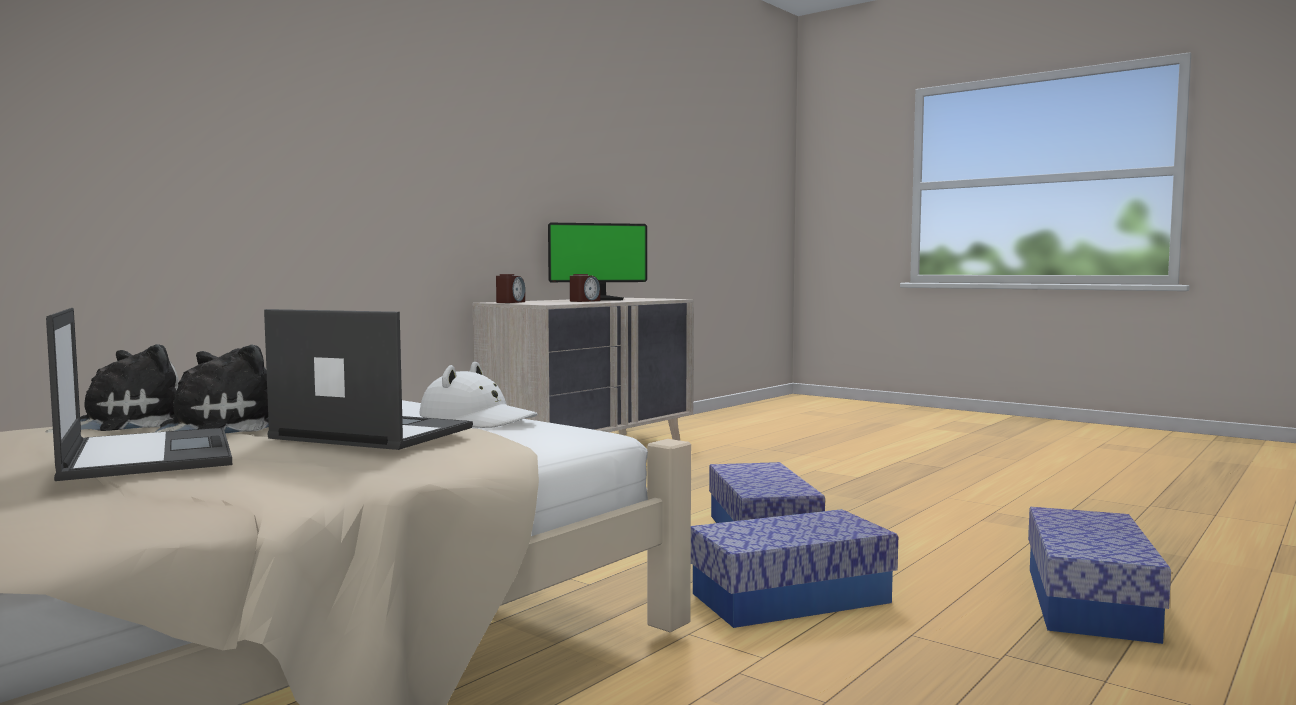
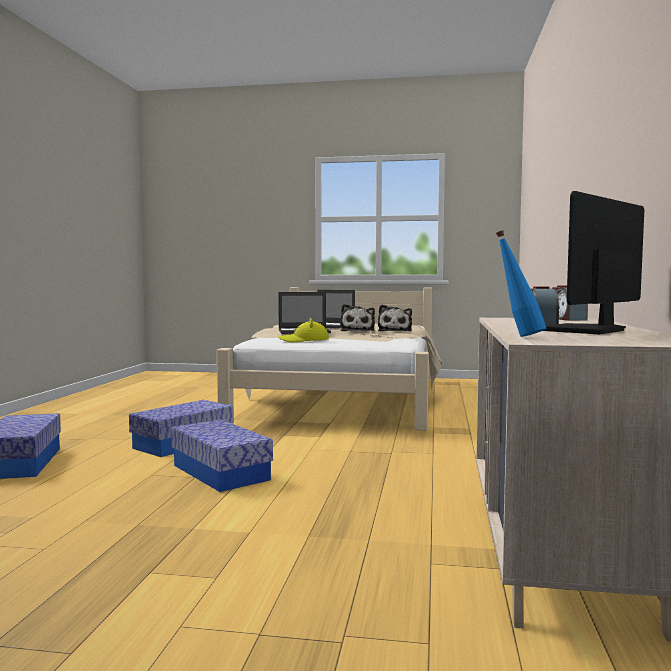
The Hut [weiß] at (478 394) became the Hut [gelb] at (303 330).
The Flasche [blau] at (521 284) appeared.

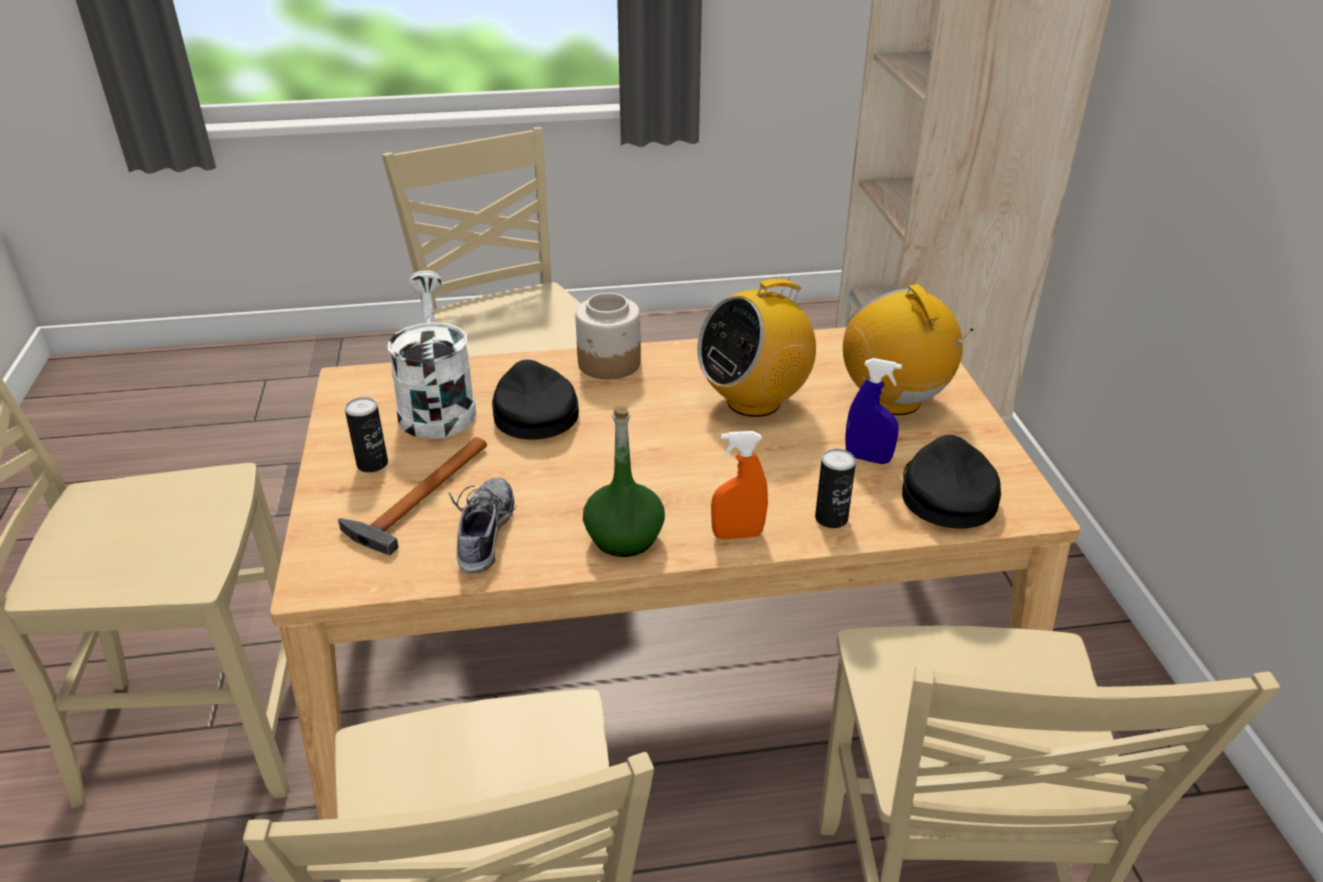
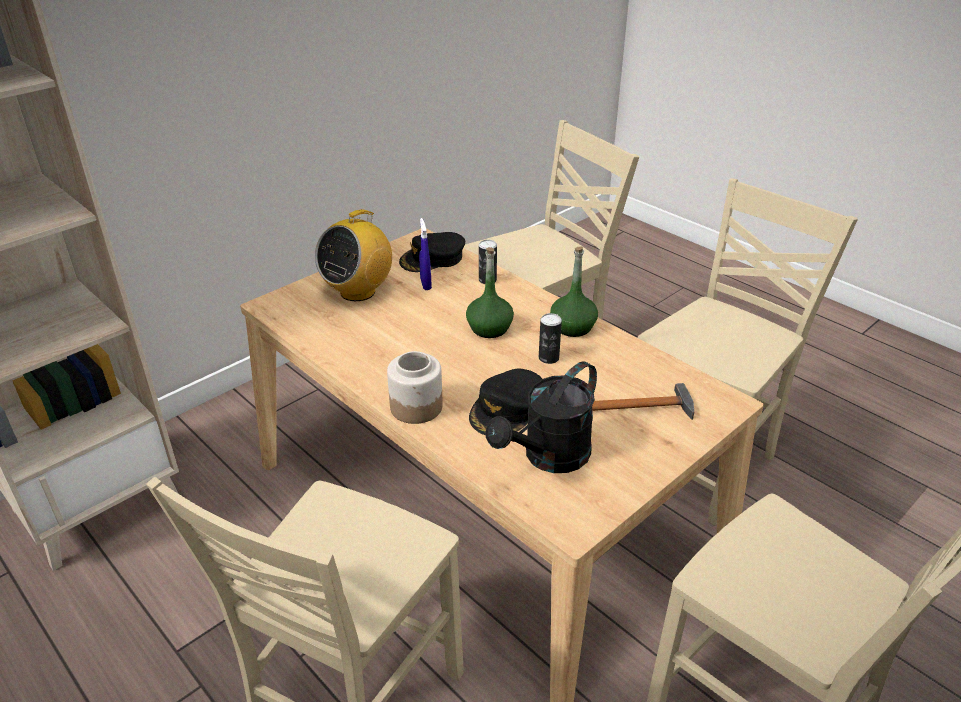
The Gießkanne [weiß] at (431 354) became the Gießkanne [schwarz] at (541 417).
The Radio at (756 347) disappeared.
The Dose moved from (366 434) to (550 338).
The Sprühflasche [orange] at (739 485) disappeared.
The Schuh at (482 525) disappeared.
The Flasche [grün] at (490 292) appeared.

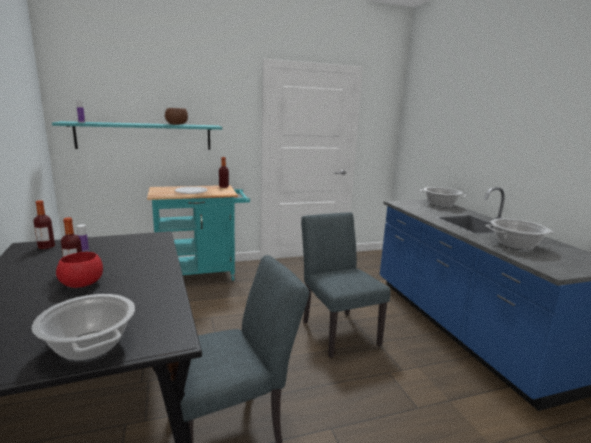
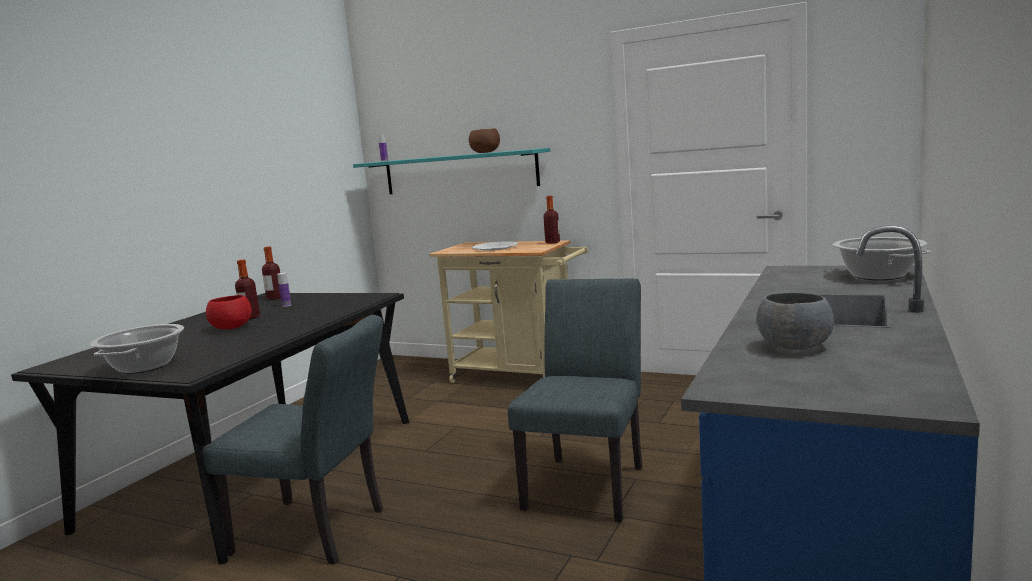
The Rollwagen [türkis] at (198 233) became the Rollwagen [beige] at (508 311).
The Kochtopf at (520 234) was replaced by the Schüssel [grau] at (795 321).

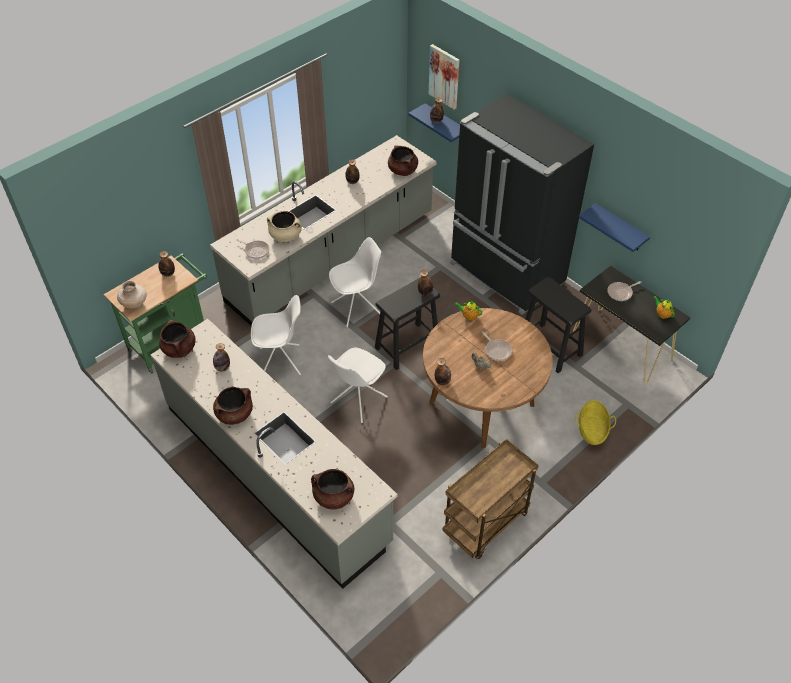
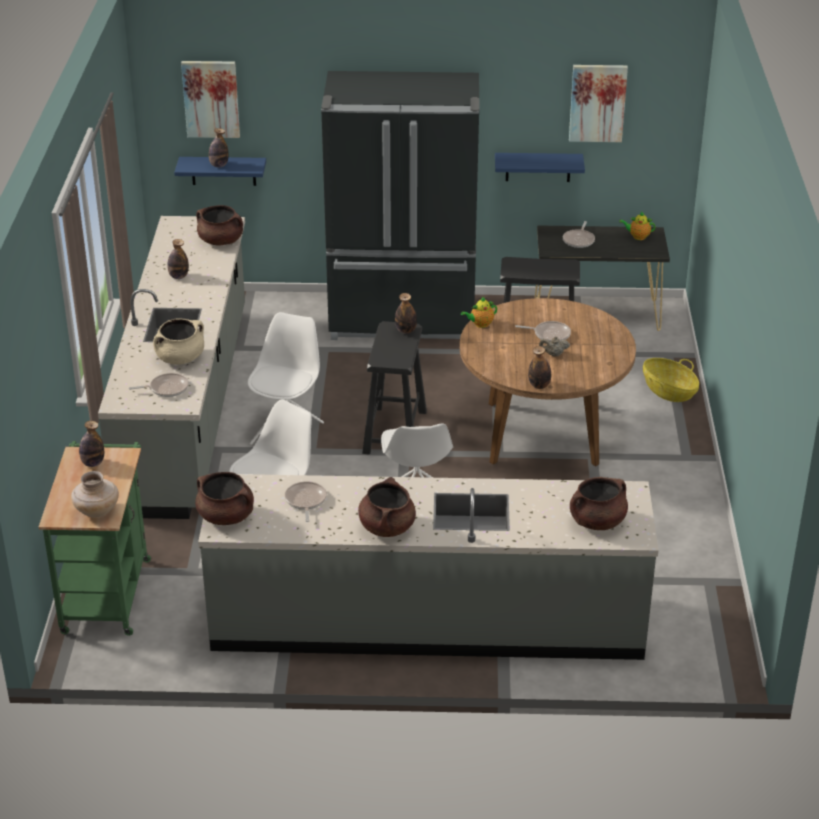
The Flasche at (221 357) was replaced by the Pfanne at (306 501).
The Rollwagen [braun] at (490 499) disappeared.
The Bild at (598 103) appeared.

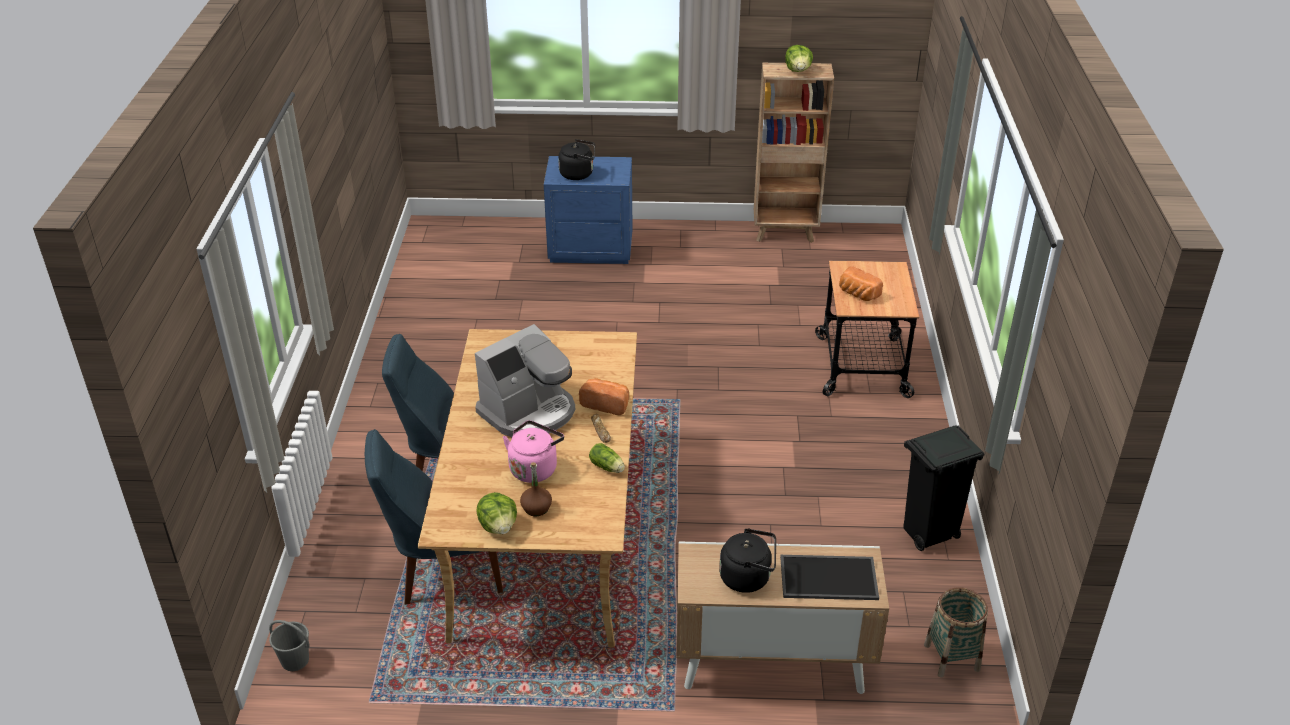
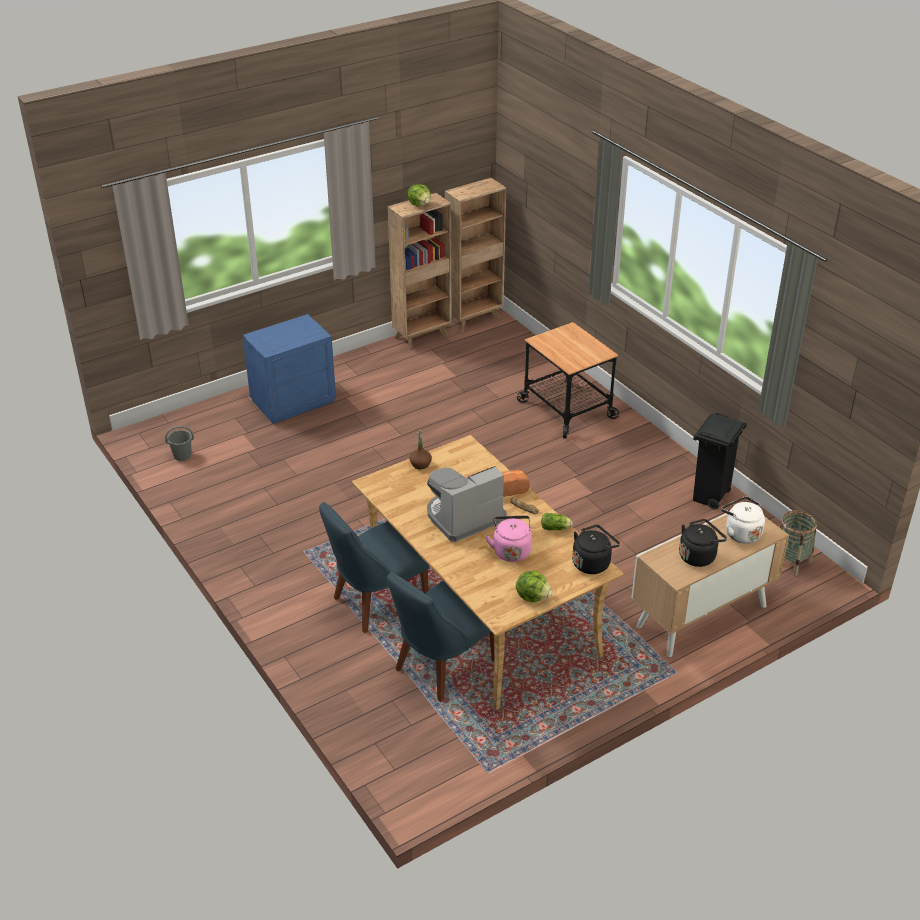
The Wasserkessel [schwarz] moved from (576 159) to (596 549).
The Brot at (861 283) disappeared.
The Kaffeemaschine at (525 380) turned 135 degrees counterclockwise.
The Flasche [braun] moved from (536 489) to (421 449).
The Tablett at (829 577) was replaced by the Wasserkessel [weiß] at (743 520).
The Eimer [grau] moved from (289 645) to (179 443).
The Bücherregal [braun] at (475 255) appeared.

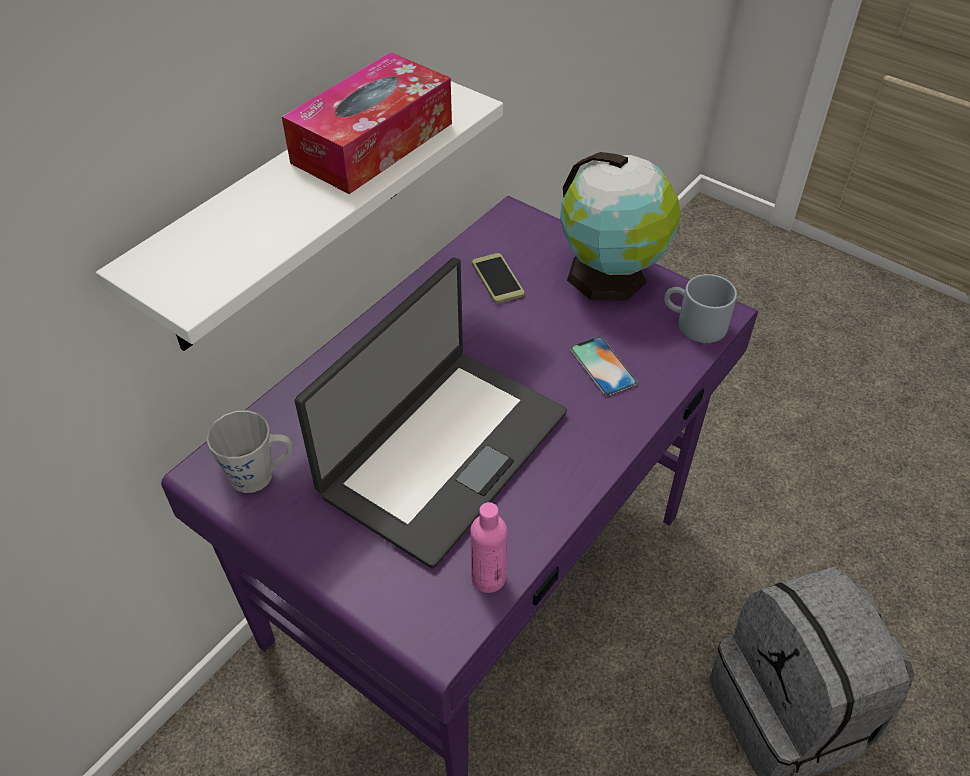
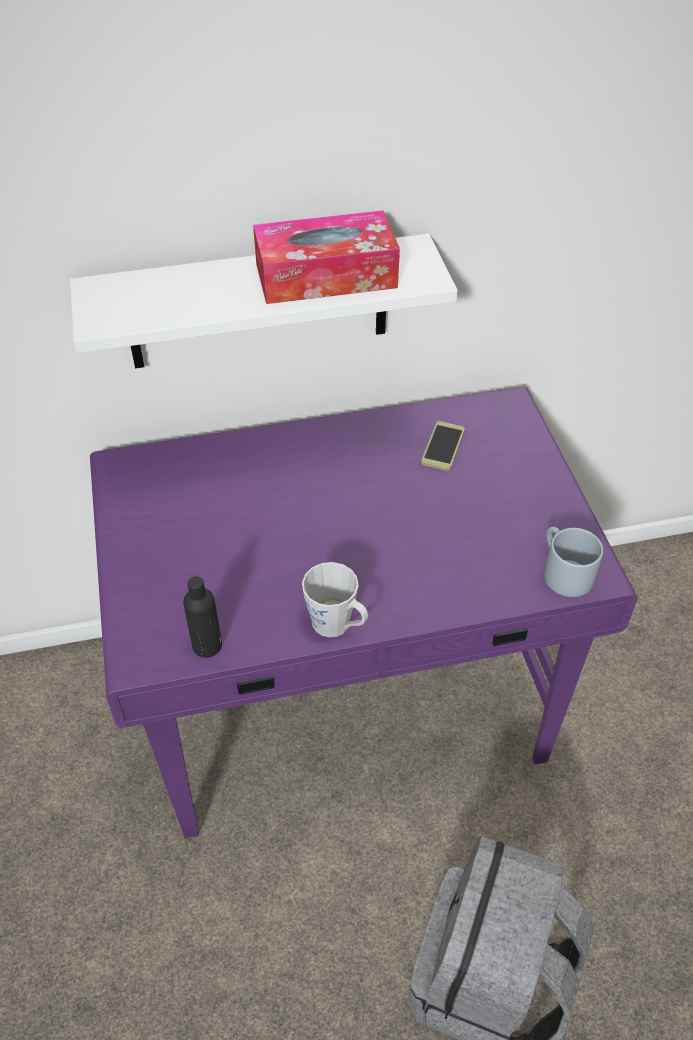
The Globus at (620 226) disappeared.
The Laptop at (430 413) disappeared.
The Handy at (604 366) disappeared.
The Henkelbecher [grau] moved from (249 451) to (335 599).
The Flasche [rosa] at (488 547) became the Flasche [schwarz] at (202 617).

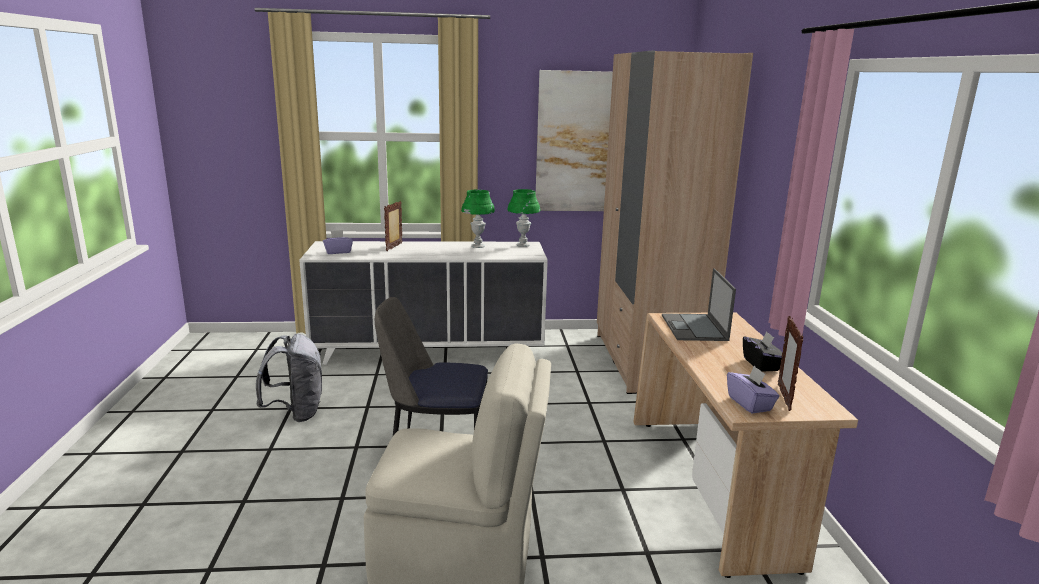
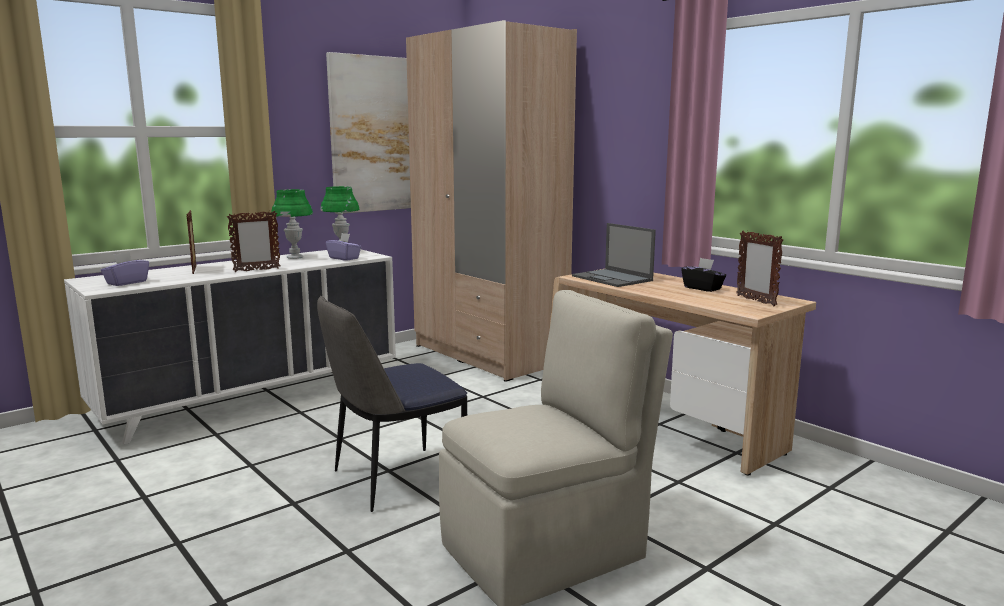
The Rucksack [grau] at (289 378) disappeared.
The Taschentuchbox [lila] moved from (753 390) to (343 247).
The Bilderrahmen at (254 241) appeared.

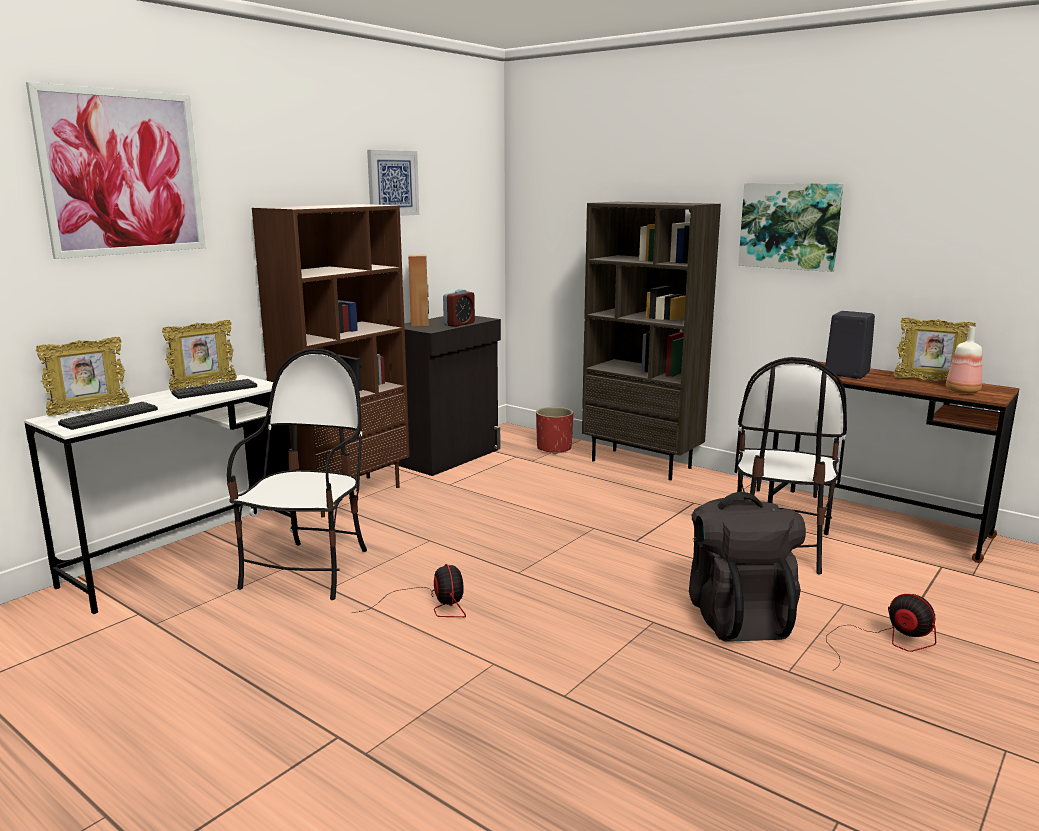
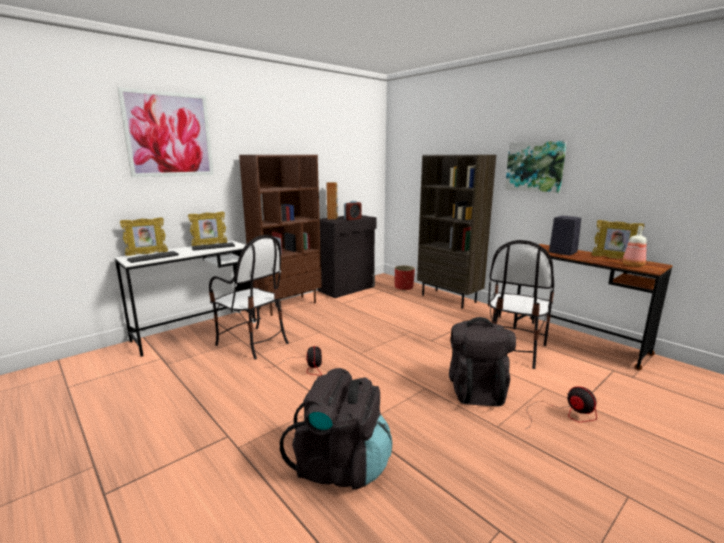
The Bild at (393 183) disappeared.
The Stuhl at (297 474) turned 105 degrees clockwise.
The Rucksack [schwarz] at (336 428) appeared.

